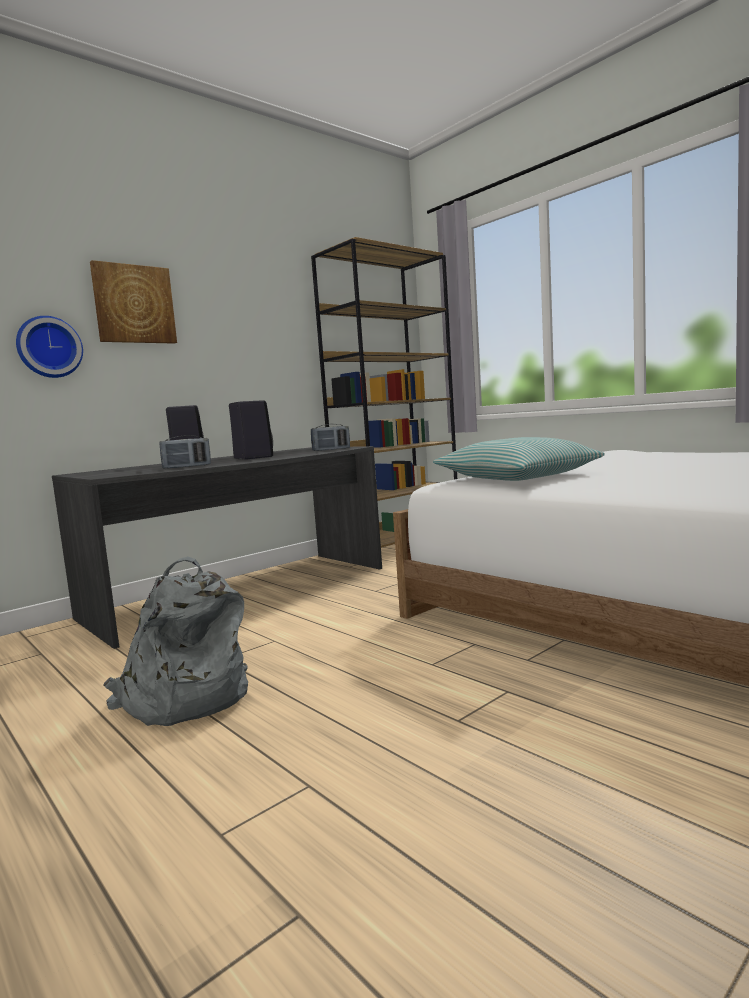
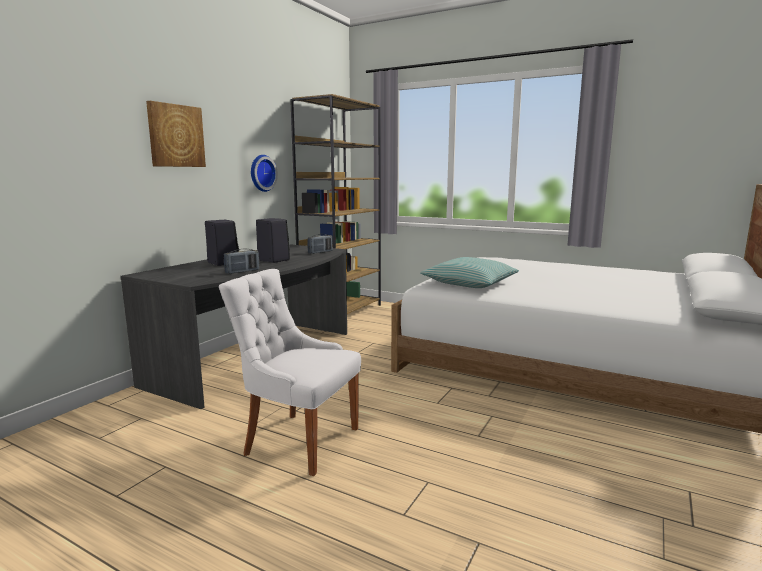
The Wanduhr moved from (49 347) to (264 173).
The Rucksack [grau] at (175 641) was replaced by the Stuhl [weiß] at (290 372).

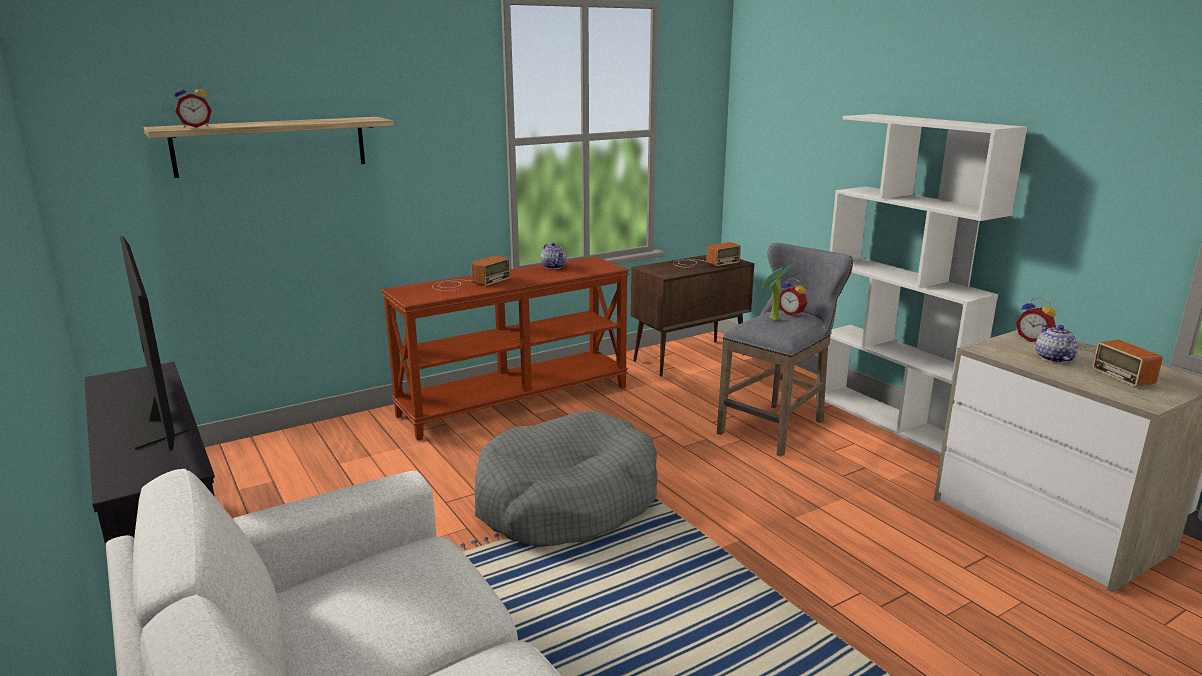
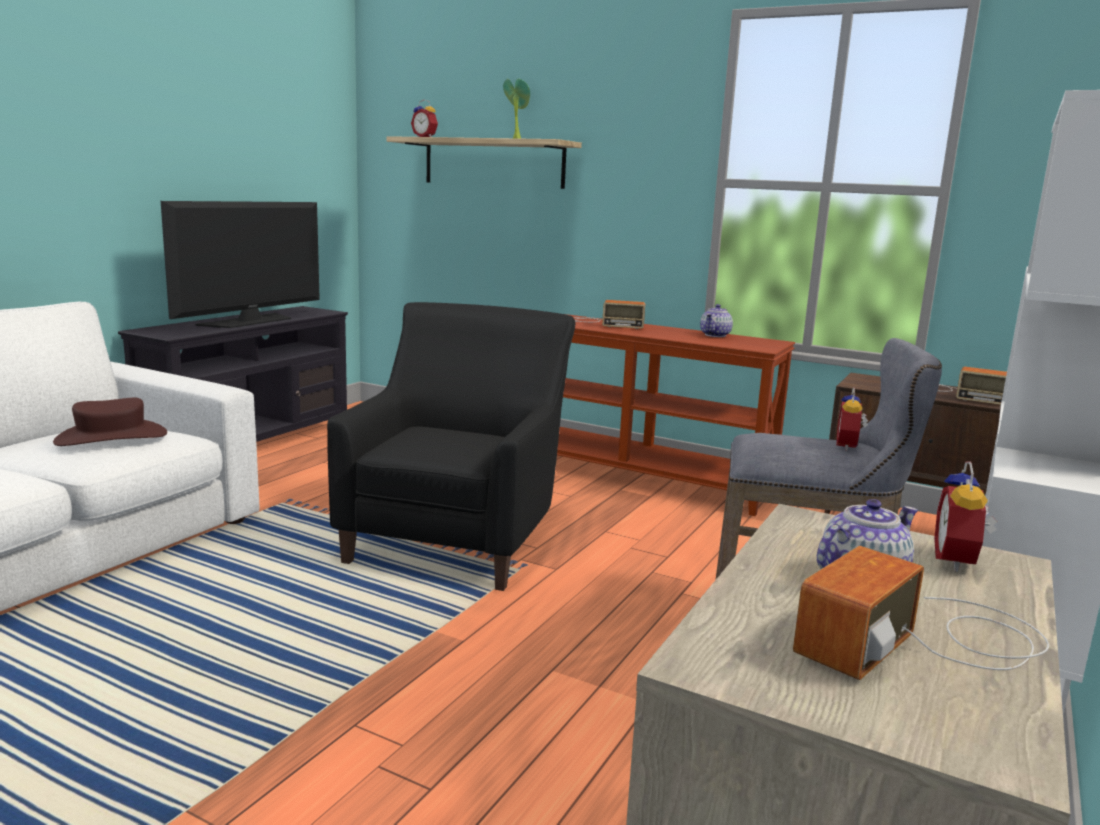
The Topfpflanze moved from (776 292) to (516 109).
The Hundebett [grau] at (566 479) was replaced by the Sessel [schwarz] at (451 446).
The Hut [braun] at (110 422) appeared.

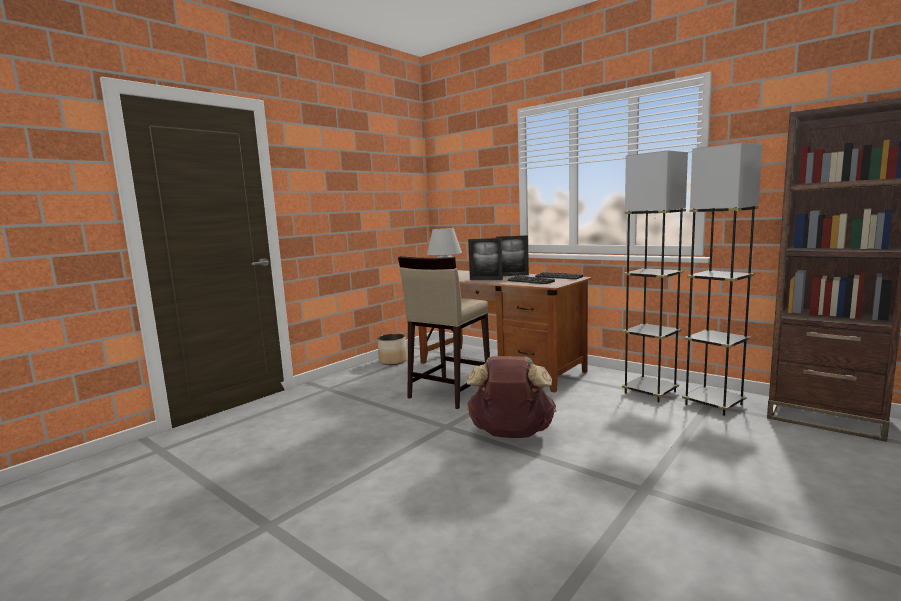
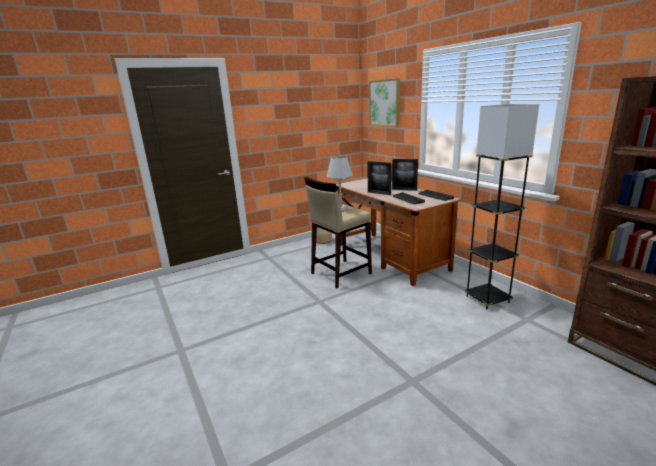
The Stehlampe [grau] at (722 279) disappeared.
The Rucksack [braun] at (511 397) disappeared.
The Bild at (384 102) appeared.

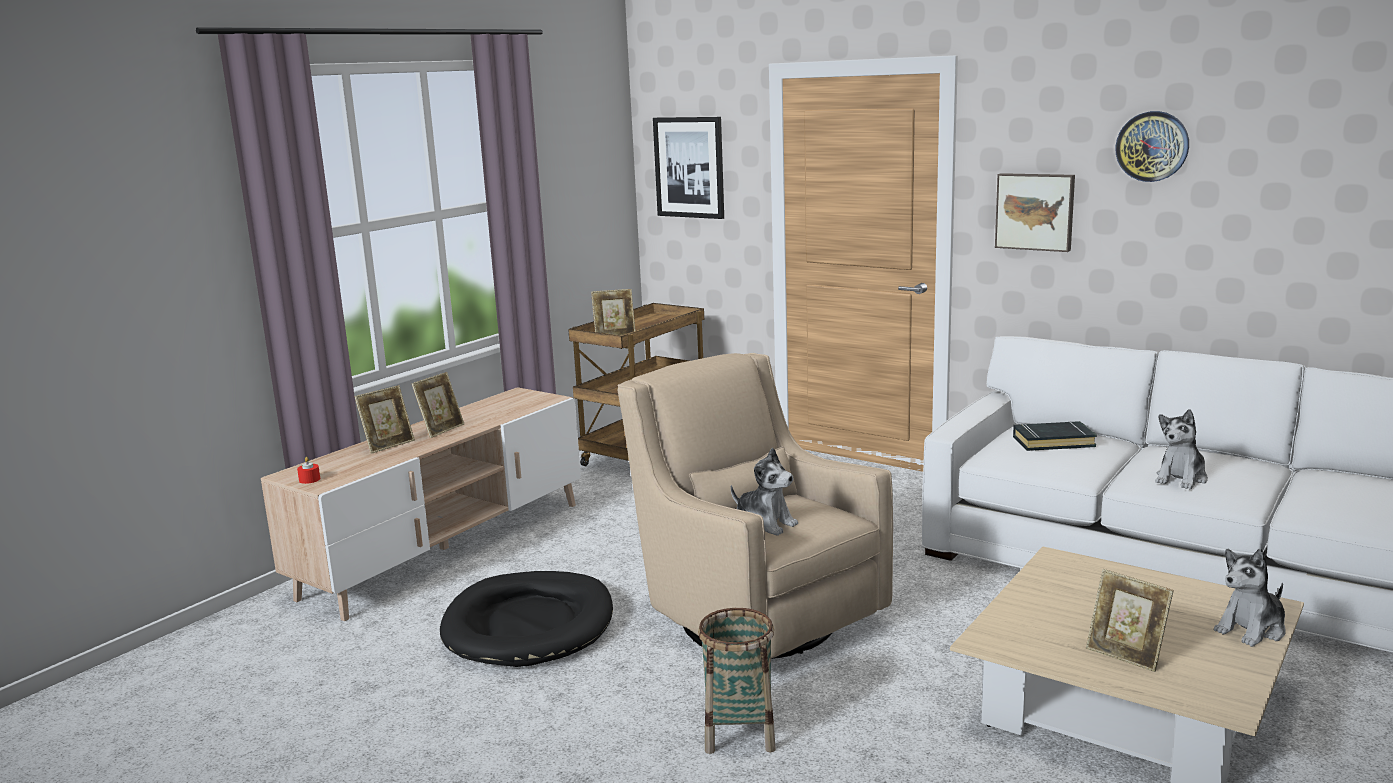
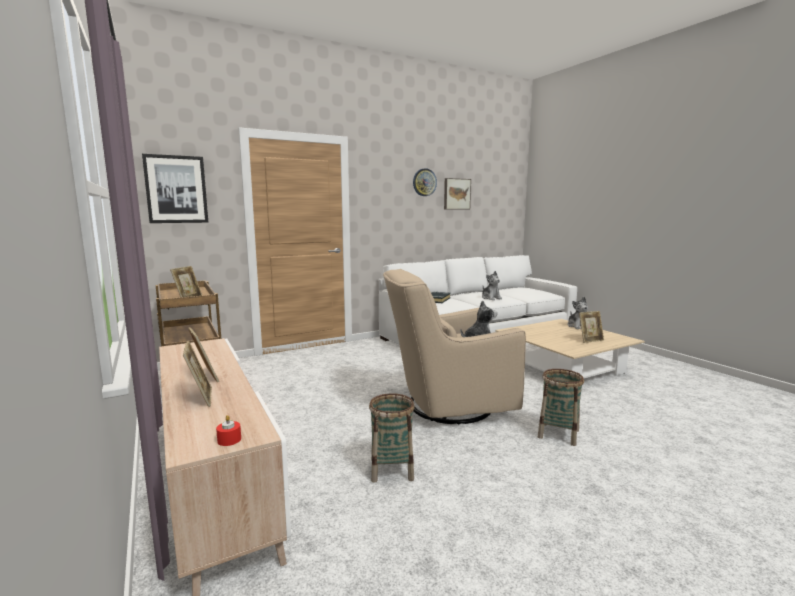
The Bild moved from (1035 212) to (457 193).
The Hundebett [schwarz] at (526 619) was replaced by the Korb at (392 438).

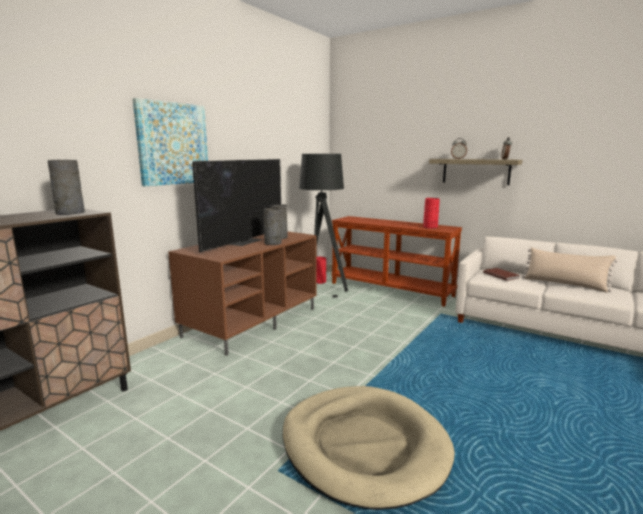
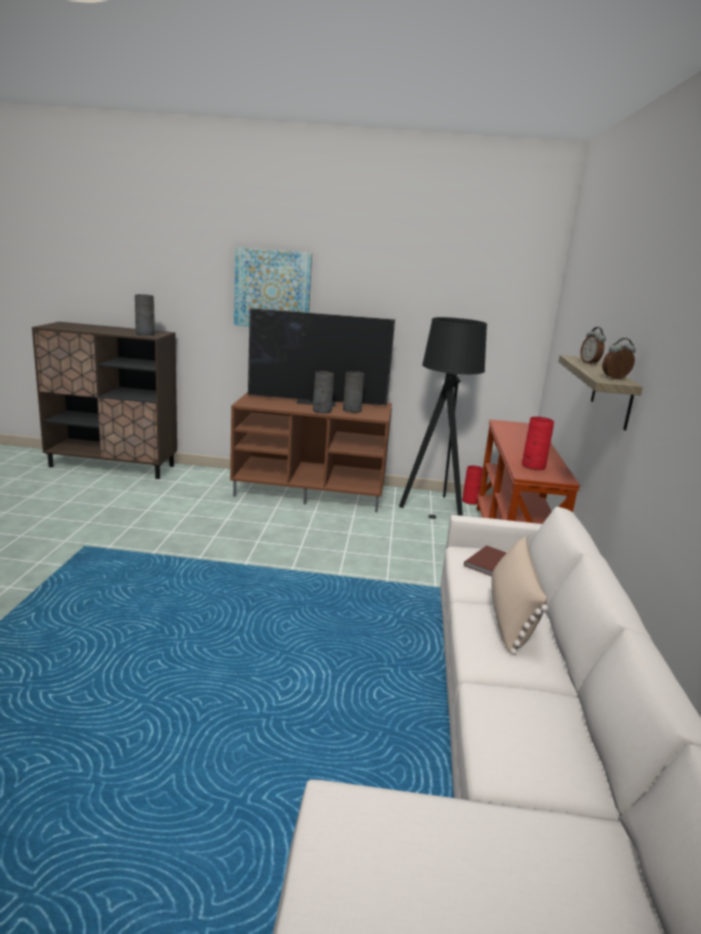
The Hundebett [beige] at (369 448) disappeared.

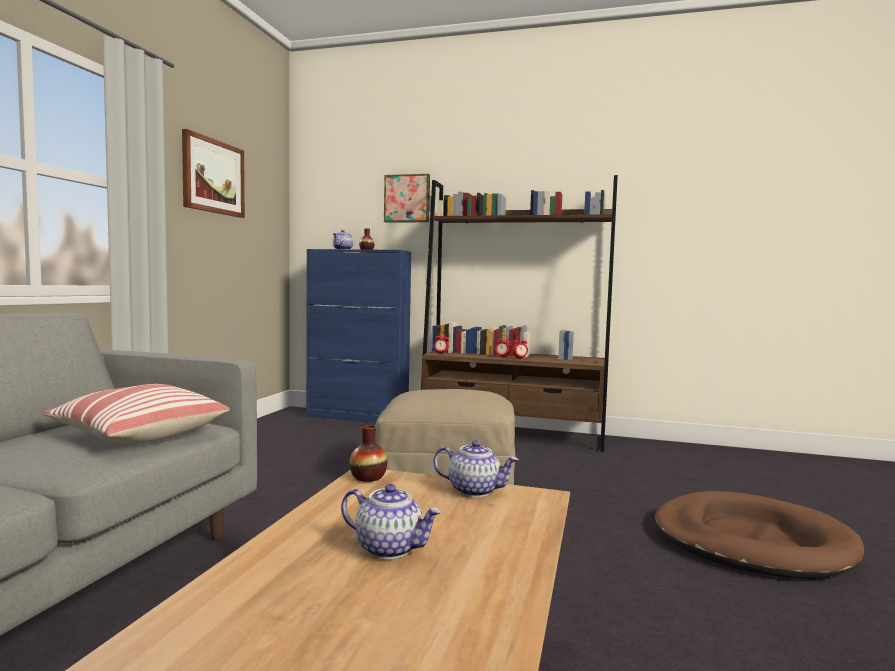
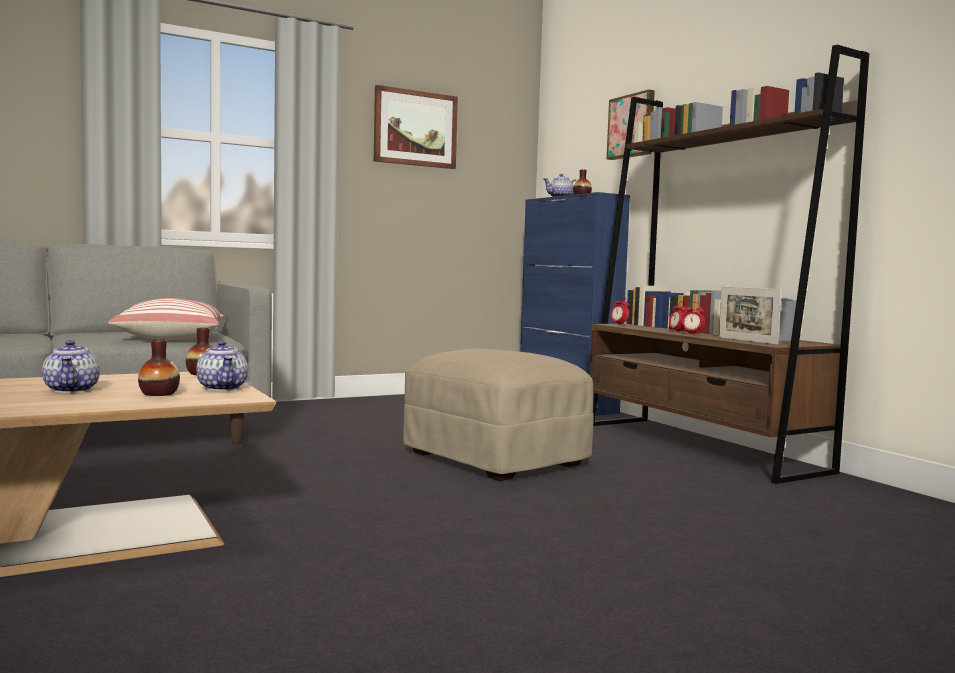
The Hundebett [braun] at (759 535) disappeared.
The Bilderrahmen at (750 315) appeared.
The Vase at (159 367) appeared.

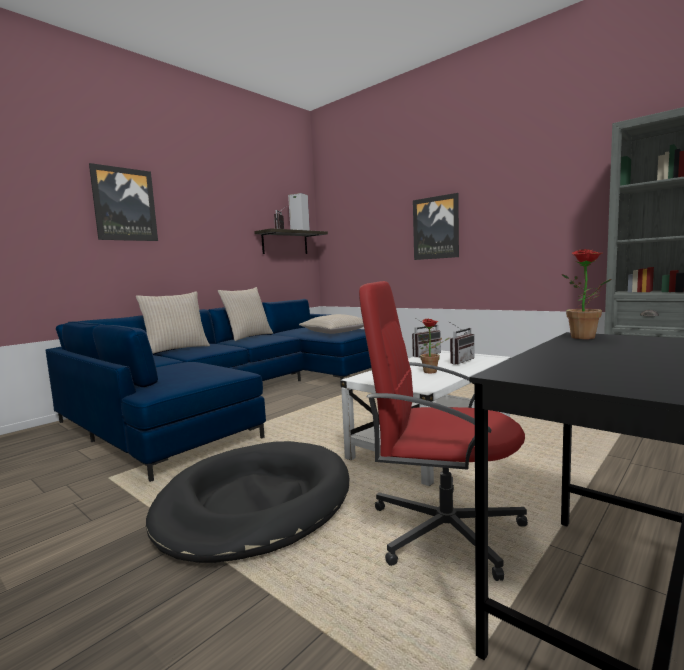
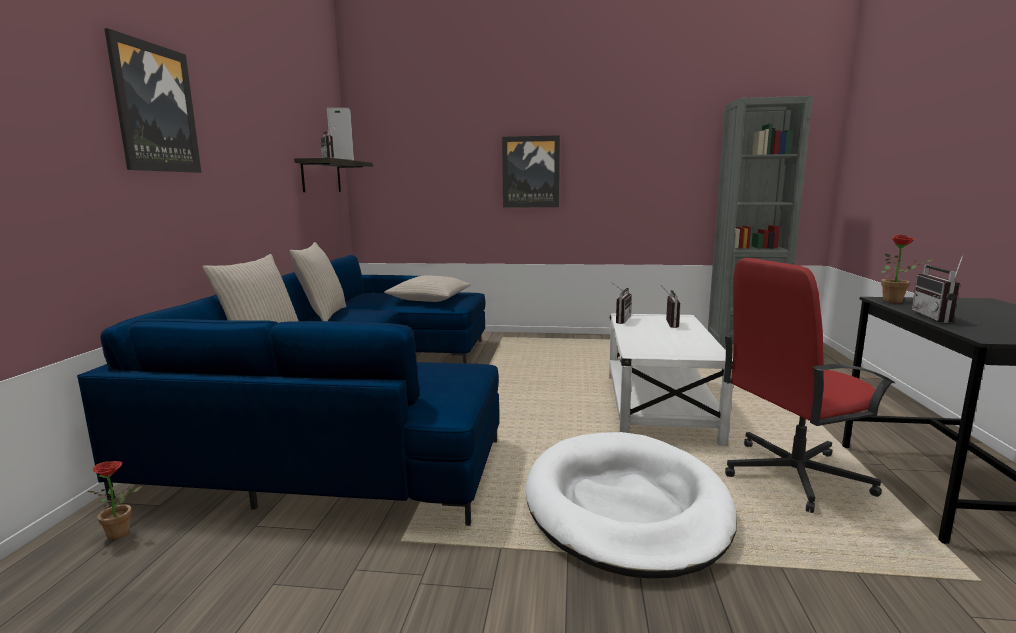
The Topfpflanze moved from (434 345) to (114 500).
The Hundebett [schwarz] at (247 502) became the Hundebett [weiß] at (631 505).
The Radio at (938 288) appeared.

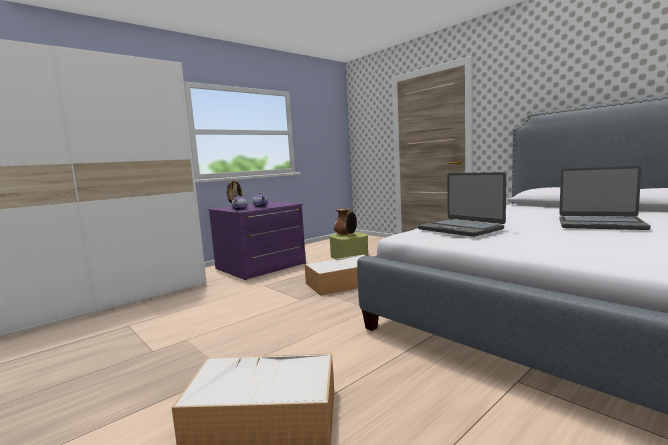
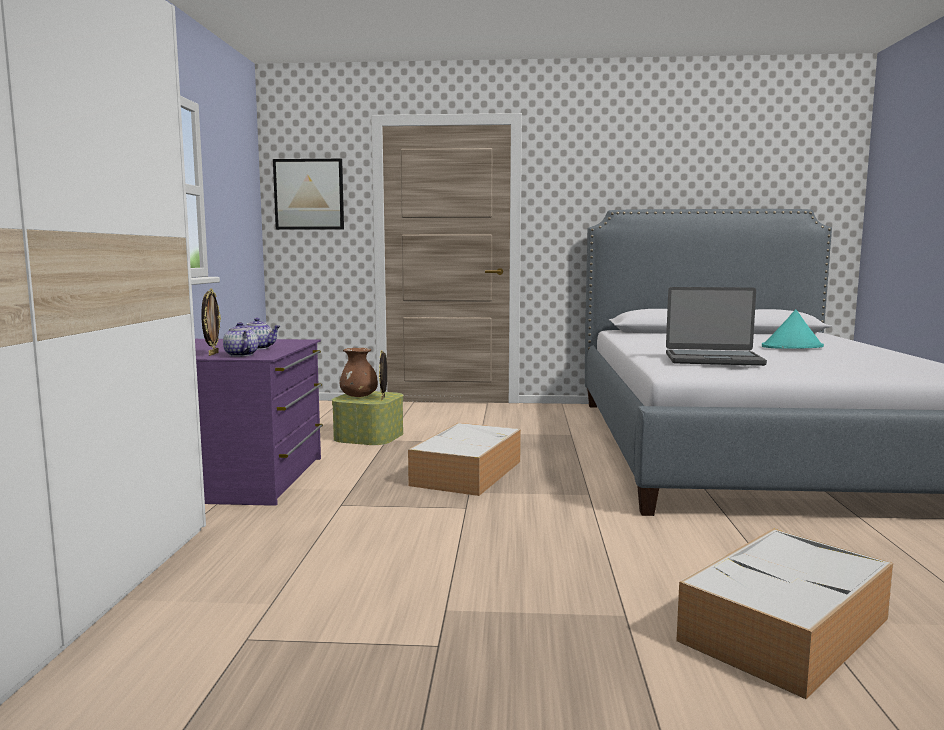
The Laptop at (604 198) was replaced by the Hut [türkis] at (793 329).
The Bild at (308 194) appeared.

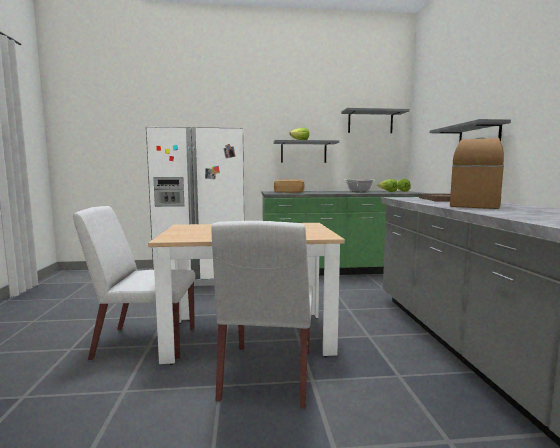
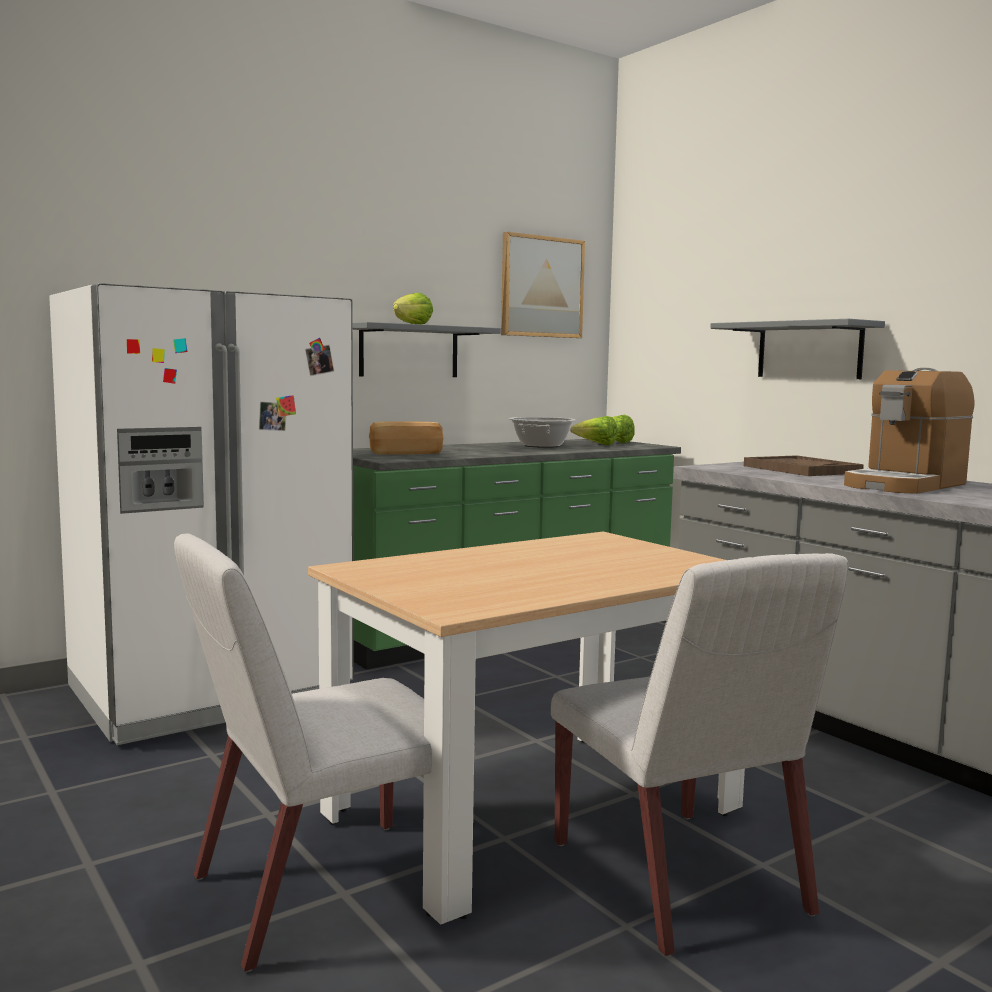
The Wandregal [grau] at (375 120) was replaced by the Bild at (543 285).
The Kaffeemaschine at (477 173) turned 135 degrees counterclockwise.

